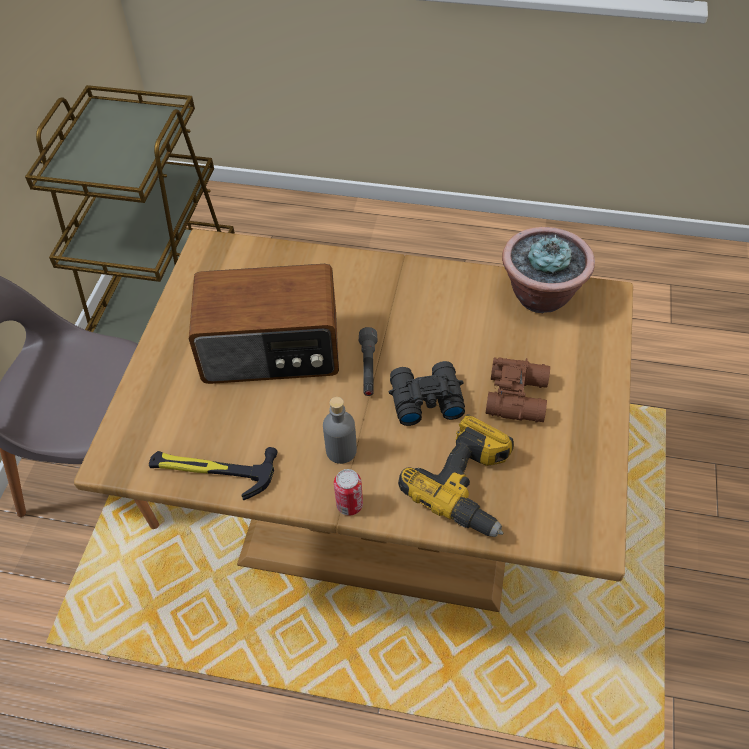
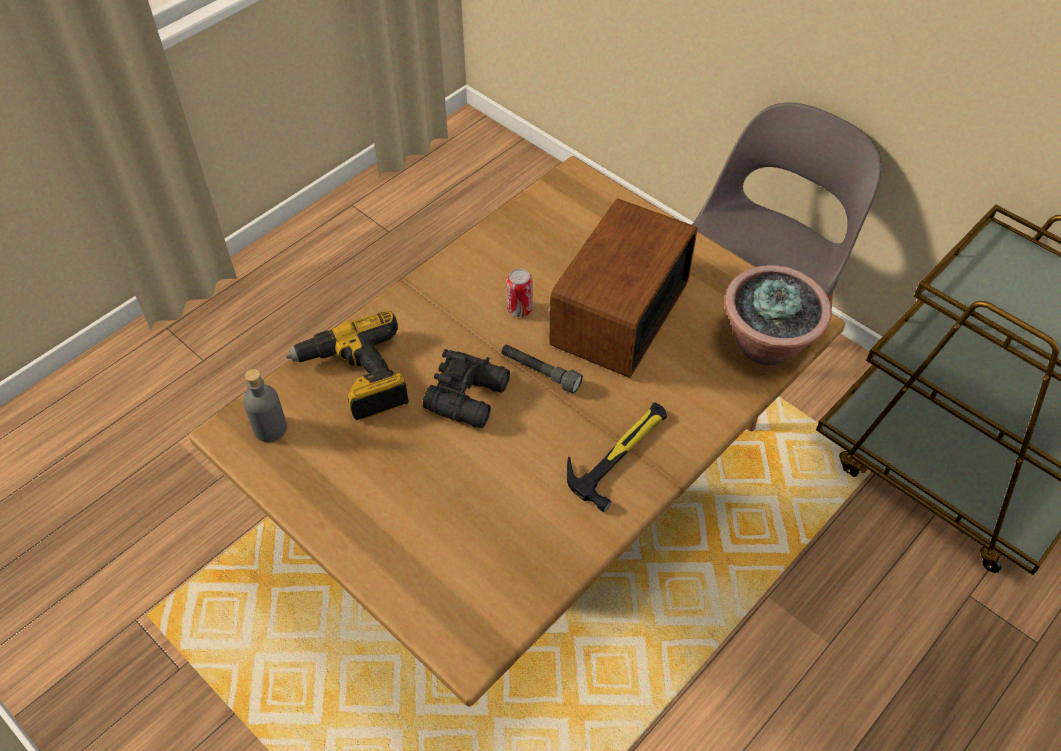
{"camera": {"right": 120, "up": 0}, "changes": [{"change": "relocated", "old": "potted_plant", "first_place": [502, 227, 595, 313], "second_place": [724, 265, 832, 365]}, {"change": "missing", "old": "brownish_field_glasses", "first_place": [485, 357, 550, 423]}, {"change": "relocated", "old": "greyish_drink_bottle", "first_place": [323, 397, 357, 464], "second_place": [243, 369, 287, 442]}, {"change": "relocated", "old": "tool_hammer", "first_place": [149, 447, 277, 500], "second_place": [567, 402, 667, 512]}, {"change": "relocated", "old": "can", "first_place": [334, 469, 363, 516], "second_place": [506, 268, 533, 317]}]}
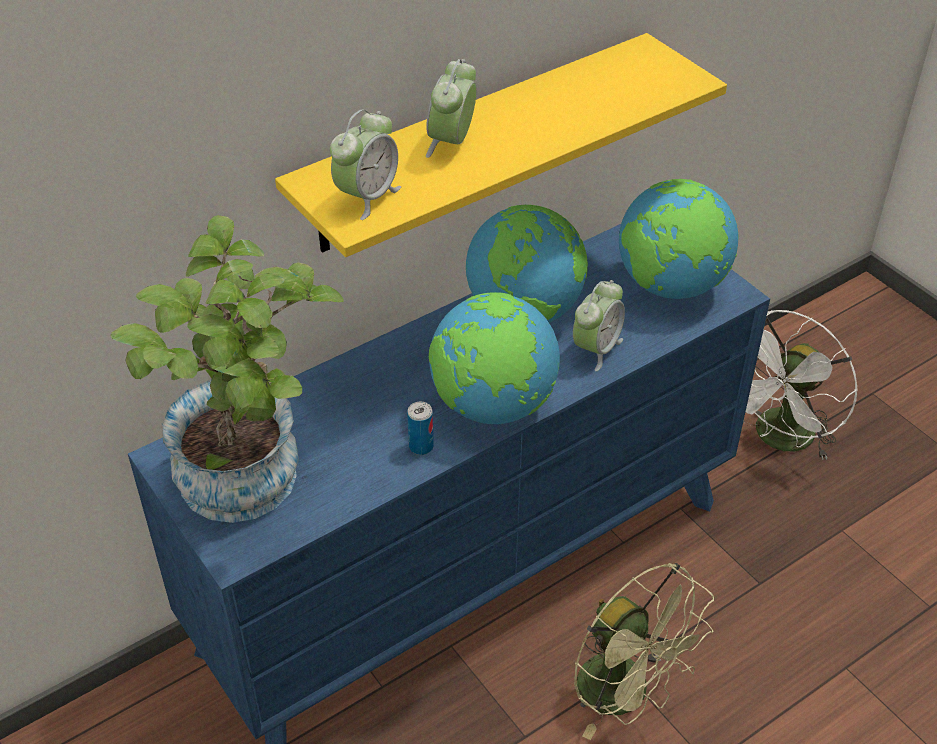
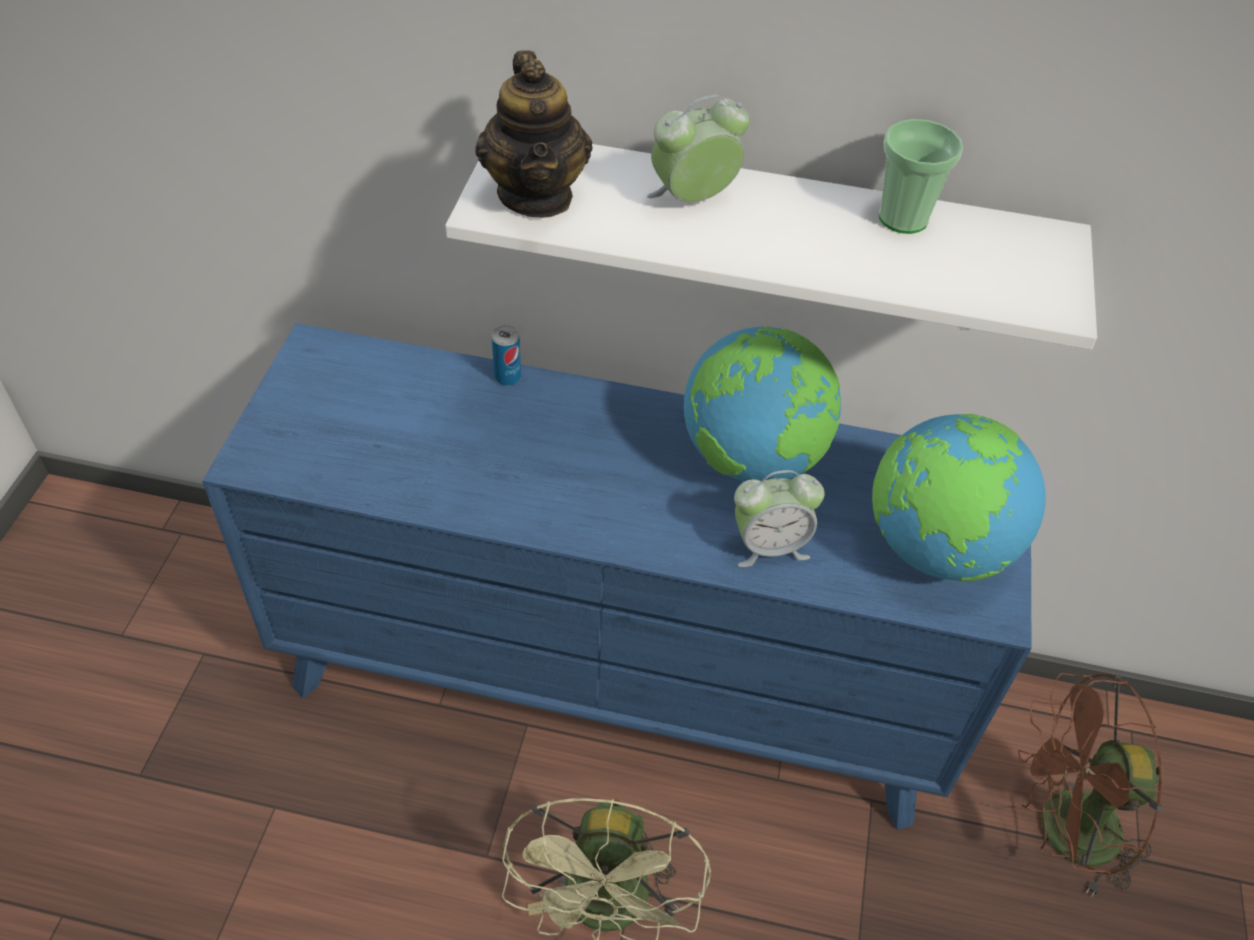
{"camera": {"right": 45, "up": 5}, "changes": [{"change": "colour", "old": "yellow_shelf", "new": "white_shelf", "first_place": [275, 33, 727, 257], "second_place": [445, 144, 1097, 350]}, {"change": "exchanged", "old": "table_clock", "new": "teapot", "first_place": [330, 109, 401, 220], "second_place": [475, 50, 592, 218]}, {"change": "missing", "old": "potted_plant", "first_place": [110, 215, 344, 523]}, {"change": "missing", "old": "desk_globe", "first_place": [429, 292, 560, 424]}, {"change": "colour", "old": "white_electric_fan", "new": "brownish_electric_fan", "first_place": [743, 310, 858, 460], "second_place": [1018, 673, 1164, 897]}, {"change": "relocated", "old": "can", "first_place": [407, 402, 434, 455], "second_place": [492, 326, 521, 385]}, {"change": "appeared", "new": "cup", "second_place": [879, 119, 963, 234]}]}
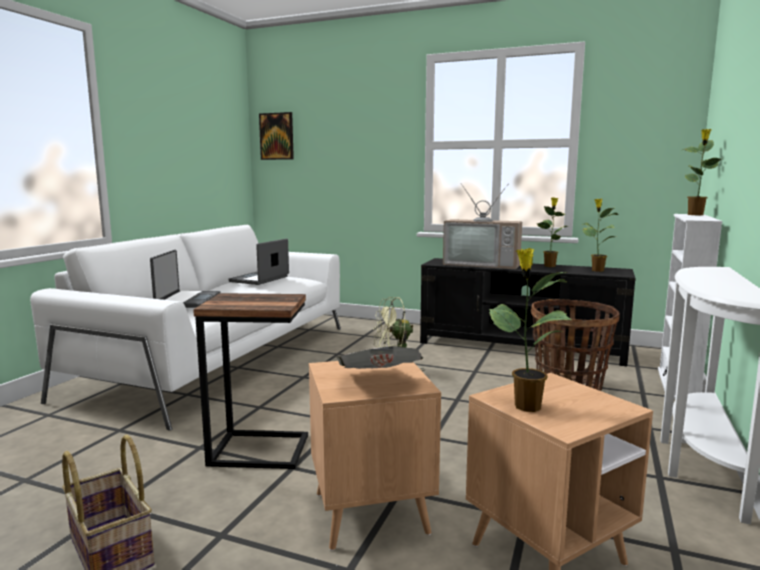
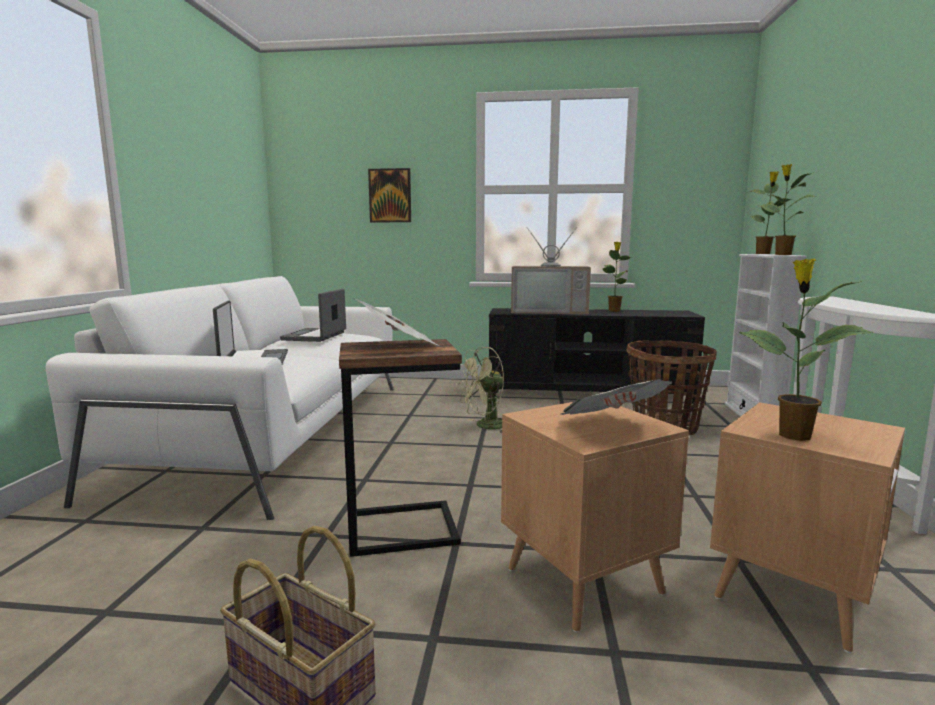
{"camera": {"right": -15, "up": 0}, "changes": [{"change": "relocated", "old": "wall_picture", "first_place": [259, 112, 294, 160], "second_place": [368, 168, 411, 222]}, {"change": "relocated", "old": "potted_plant", "first_place": [583, 199, 619, 272], "second_place": [761, 164, 815, 255]}, {"change": "appeared", "new": "printed_paper", "second_place": [355, 299, 442, 347]}]}
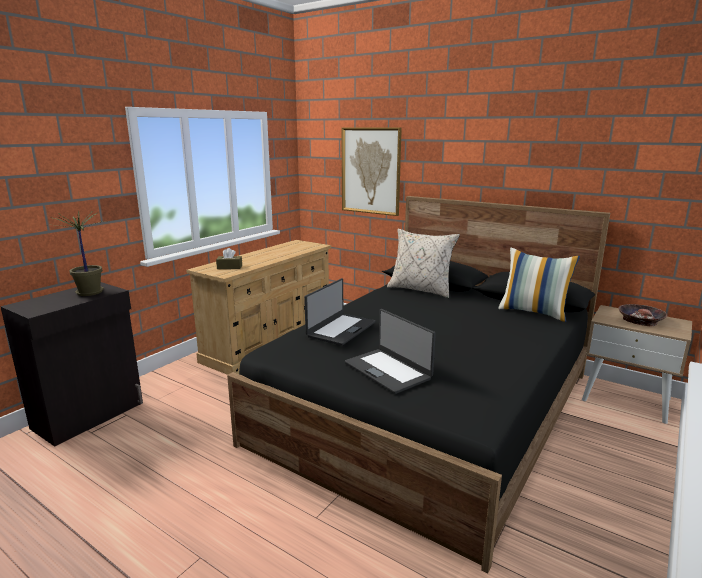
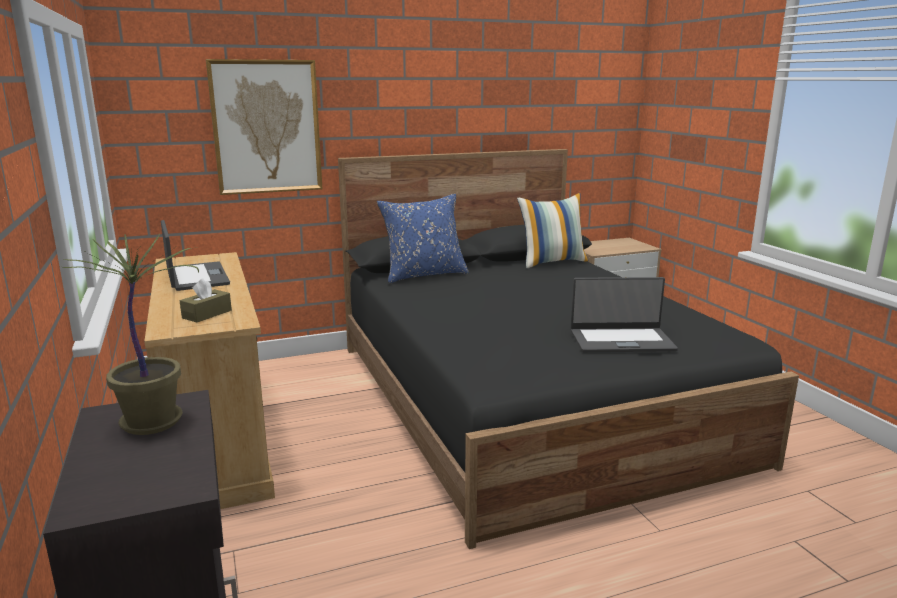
{"camera": {"right": -55, "up": 0}, "changes": [{"change": "colour", "old": "beige-coloured_cushion", "new": "blue-coloured_cushion", "first_place": [387, 229, 460, 298], "second_place": [377, 194, 469, 283]}, {"change": "relocated", "old": "notebook_computer", "first_place": [304, 278, 376, 346], "second_place": [161, 220, 230, 291]}, {"change": "missing", "old": "serving_bowl", "first_place": [619, 304, 667, 326]}]}
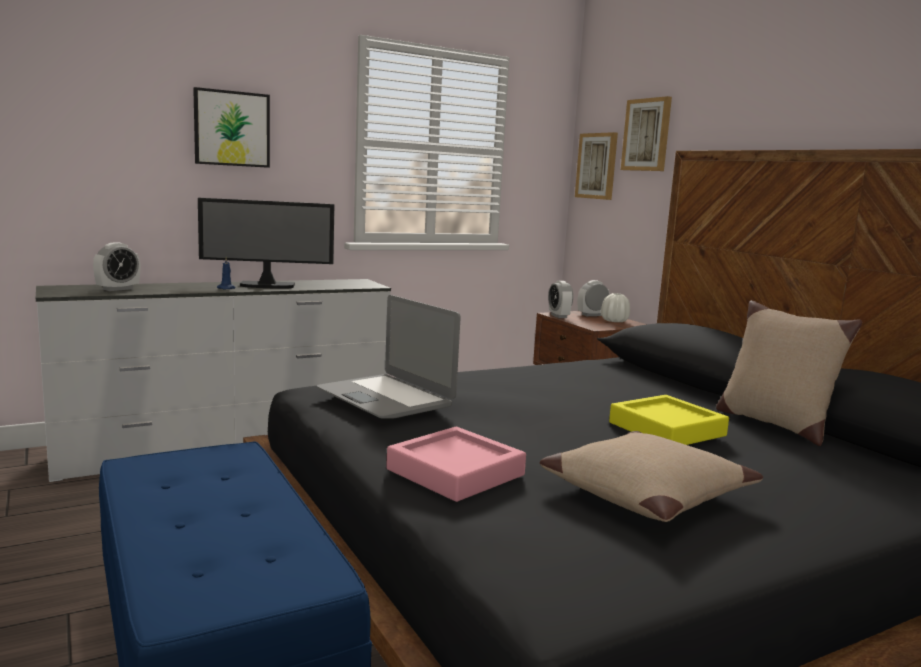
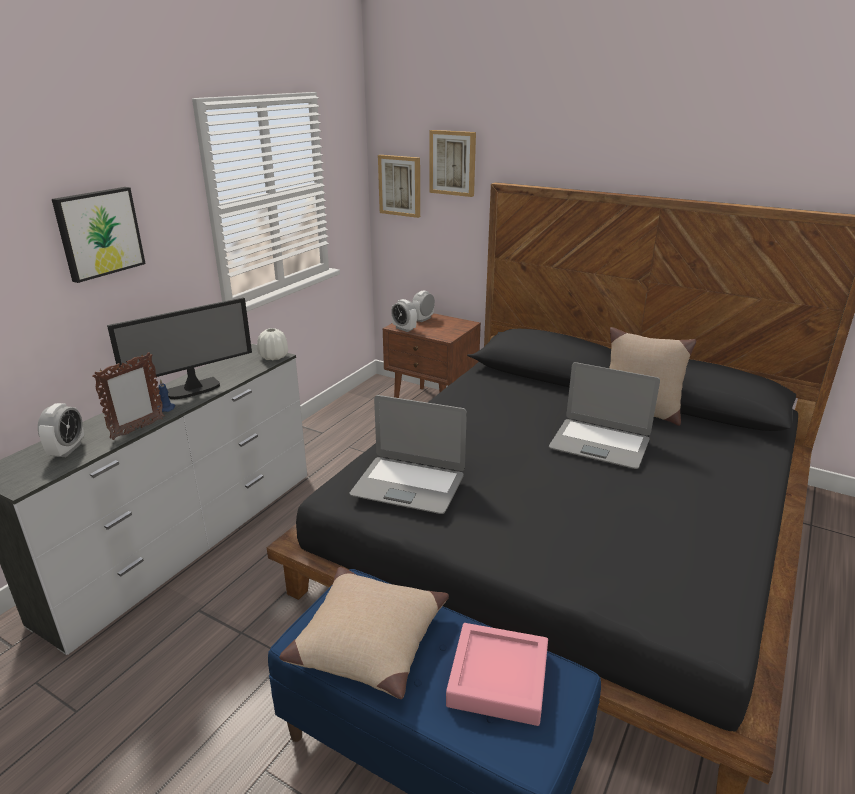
{"camera": {"right": -30, "up": 15}, "changes": [{"change": "relocated", "old": "white_vase", "first_place": [601, 293, 630, 322], "second_place": [257, 328, 288, 360]}, {"change": "exchanged", "old": "yellow_carrying_tray", "new": "notebook_computer", "first_place": [609, 395, 729, 445], "second_place": [549, 362, 660, 469]}, {"change": "relocated", "old": "pinkish_carrying_tray", "first_place": [386, 427, 526, 502], "second_place": [446, 623, 548, 726]}, {"change": "relocated", "old": "beige-coloured_cushion", "first_place": [540, 431, 763, 522], "second_place": [280, 567, 449, 699]}, {"change": "appeared", "new": "photo_frame", "second_place": [92, 352, 165, 440]}]}
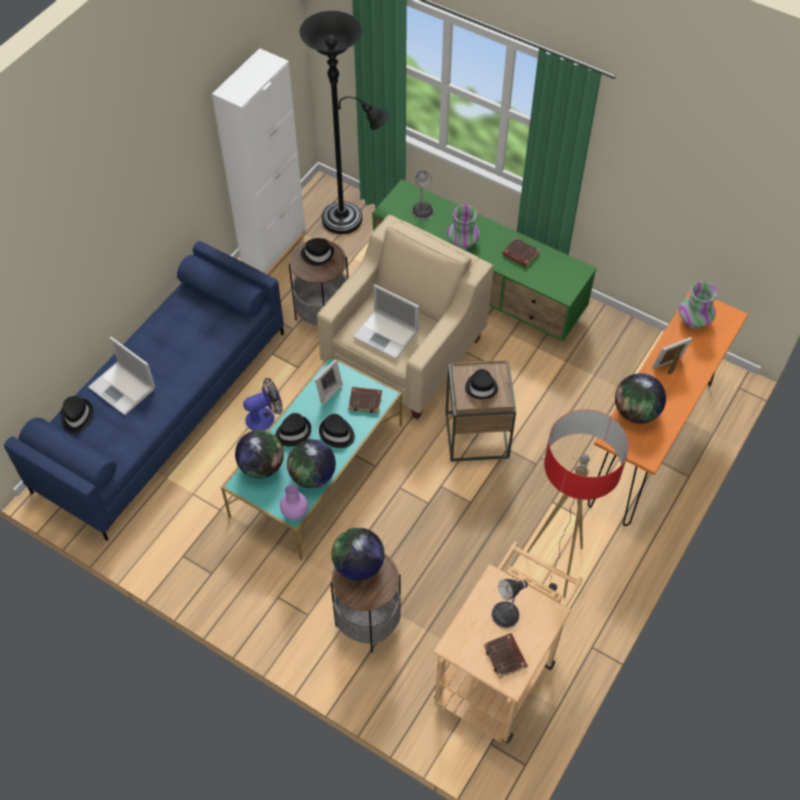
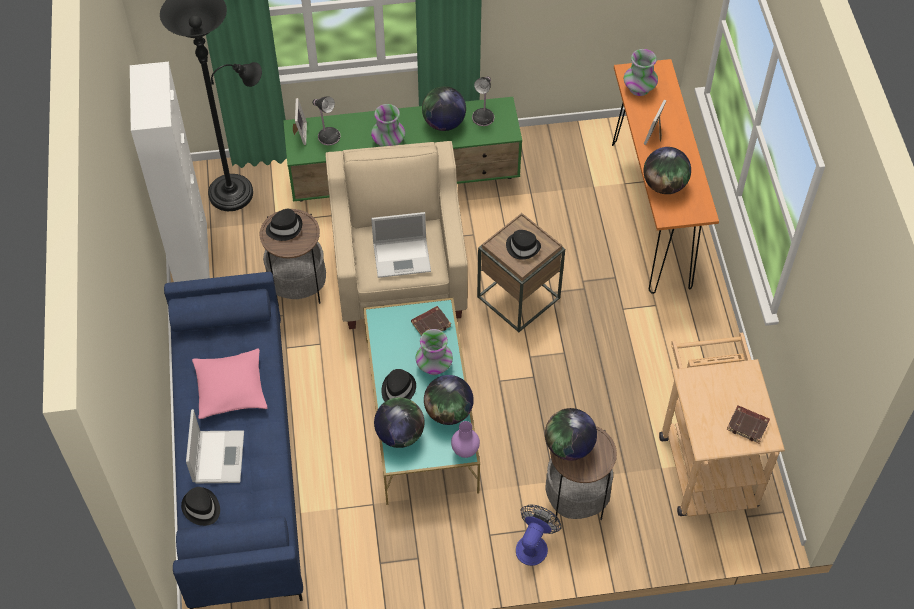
{"camera": {"right": -40, "up": 0}, "changes": [{"change": "exchanged", "old": "brownish_volume", "new": "desk_globe", "first_place": [503, 238, 539, 267], "second_place": [422, 86, 466, 131]}, {"change": "spun", "old": "notebook_computer", "first_place": [88, 337, 155, 415], "second_place": [186, 409, 244, 483], "degrees": -90}, {"change": "relocated", "old": "photo_frame", "first_place": [315, 359, 343, 405], "second_place": [293, 98, 307, 145]}, {"change": "relocated", "old": "electric_fan", "first_place": [243, 378, 283, 431], "second_place": [516, 504, 562, 566]}, {"change": "missing", "old": "standard_lamp", "first_place": [527, 409, 629, 598]}, {"change": "exchanged", "old": "black-coloured_hat", "new": "vase", "first_place": [319, 414, 355, 448], "second_place": [415, 329, 453, 375]}, {"change": "relocated", "old": "table_lamp", "first_place": [491, 579, 528, 628], "second_place": [472, 76, 494, 126]}, {"change": "appeared", "new": "pinkish_cushion", "second_place": [192, 348, 268, 419]}]}
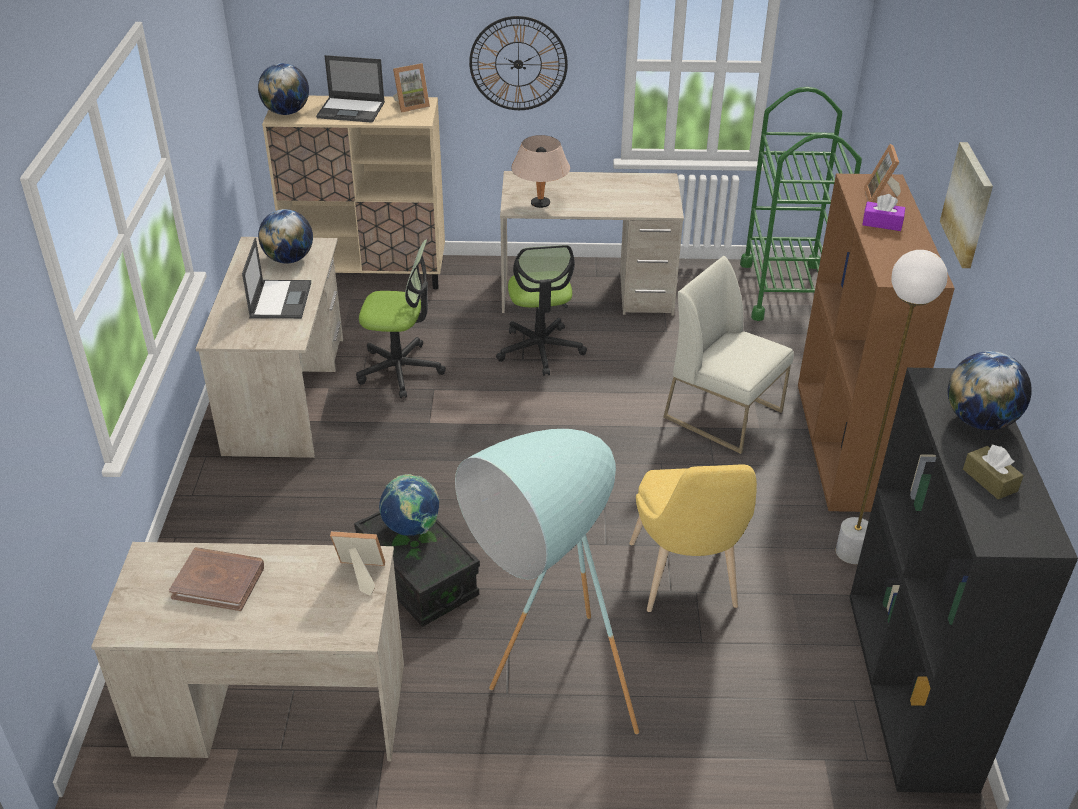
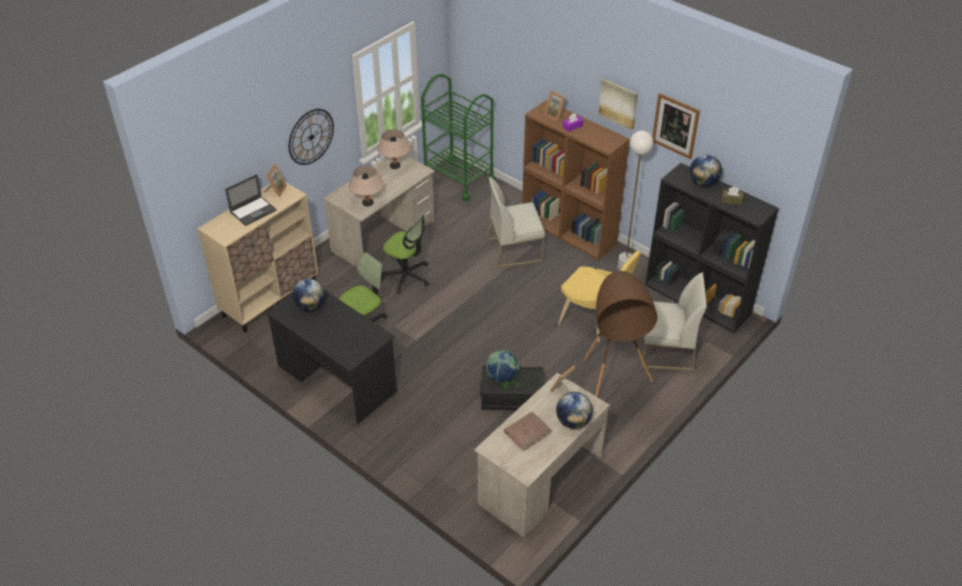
{"camera": {"right": -50, "up": 5}, "changes": [{"change": "relocated", "old": "desk_globe", "first_place": [258, 63, 309, 115], "second_place": [556, 392, 593, 429]}, {"change": "colour", "old": "beige-coloured_desk_unit", "new": "black-coloured_desk_unit", "first_place": [195, 237, 343, 458], "second_place": [266, 290, 397, 423]}, {"change": "missing", "old": "notebook_computer", "first_place": [242, 238, 311, 319]}, {"change": "colour", "old": "turquoise-coloured_standard_lamp", "new": "brownish_standard_lamp", "first_place": [455, 429, 639, 734], "second_place": [584, 271, 657, 397]}, {"change": "appeared", "new": "wall_picture", "second_place": [652, 93, 700, 159]}, {"change": "appeared", "new": "beige-coloured_table_lamp", "second_place": [377, 129, 410, 169]}, {"change": "appeared", "new": "white_chair", "second_place": [641, 272, 707, 371]}]}
